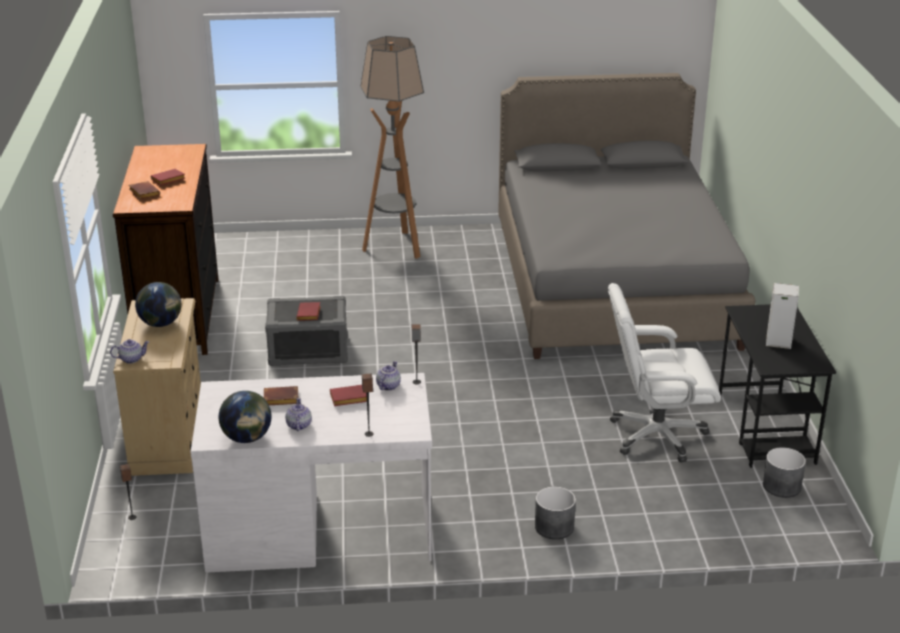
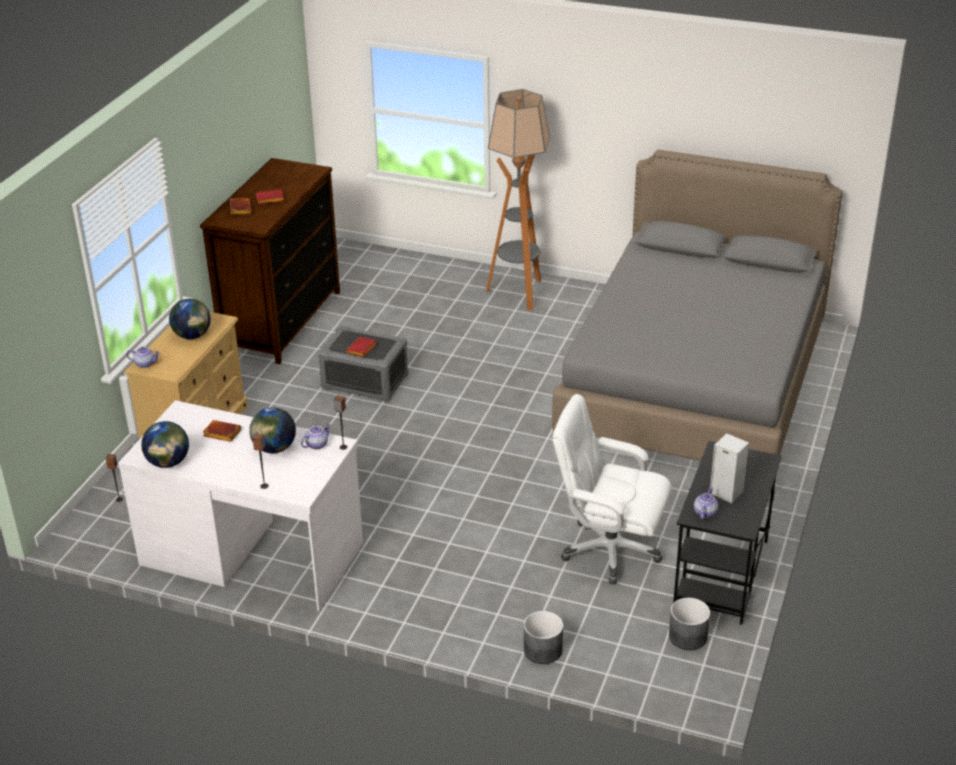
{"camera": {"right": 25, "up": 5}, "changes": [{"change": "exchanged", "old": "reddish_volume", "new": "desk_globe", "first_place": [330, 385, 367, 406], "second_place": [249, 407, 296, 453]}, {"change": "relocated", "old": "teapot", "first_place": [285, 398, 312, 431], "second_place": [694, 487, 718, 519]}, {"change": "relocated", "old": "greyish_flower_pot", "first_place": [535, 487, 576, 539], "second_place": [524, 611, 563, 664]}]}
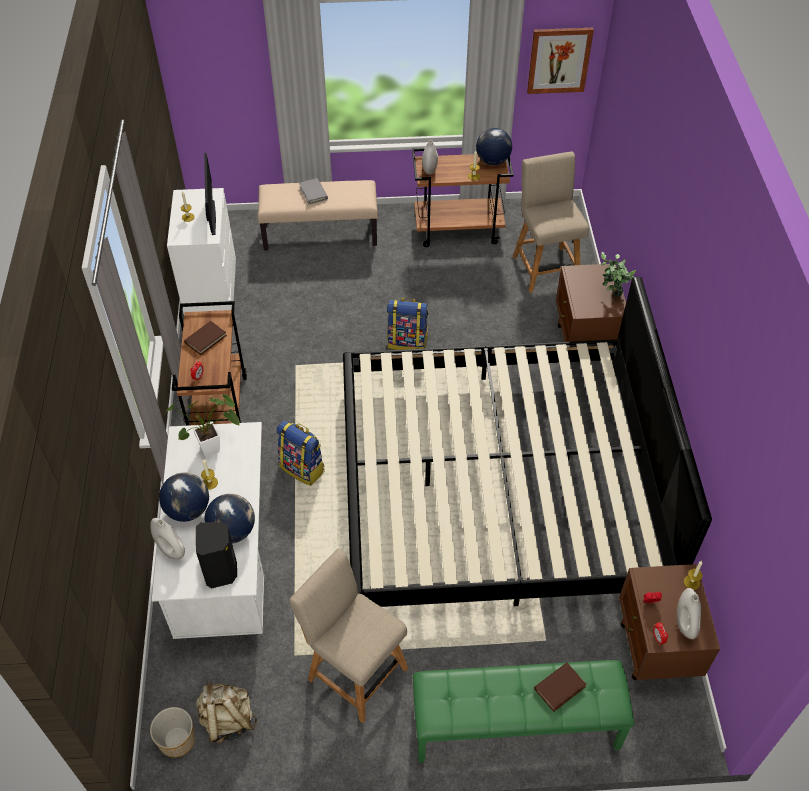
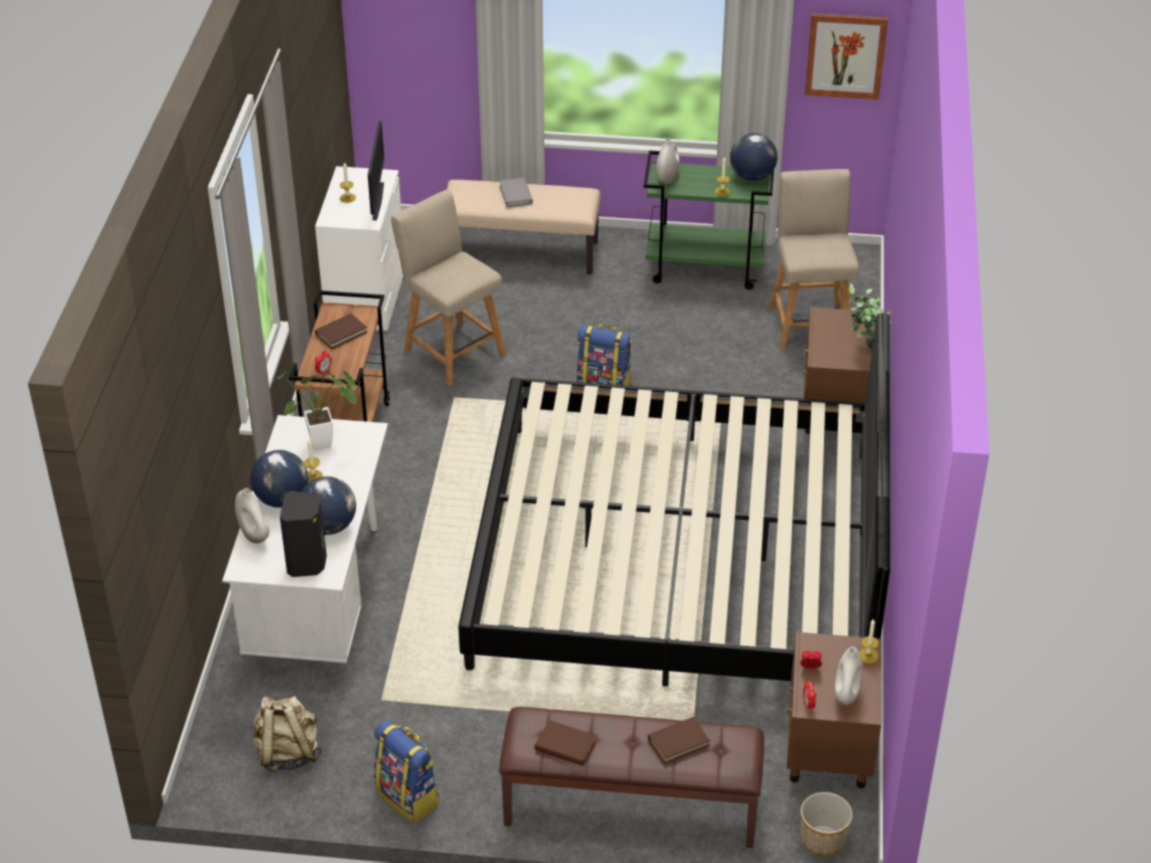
{"camera": {"right": 10, "up": -10}, "changes": [{"change": "colour", "old": "brownish_cart", "new": "green-coloured_cart", "first_place": [412, 148, 513, 247], "second_place": [644, 150, 774, 290]}, {"change": "relocated", "old": "rucksack", "first_place": [276, 421, 325, 486], "second_place": [374, 720, 439, 823]}, {"change": "relocated", "old": "beige-coloured_chair", "first_place": [289, 548, 409, 723], "second_place": [391, 190, 506, 386]}, {"change": "colour", "old": "green-coloured_long_seat", "new": "brownish_long_seat", "first_place": [413, 660, 634, 763], "second_place": [499, 707, 764, 848]}, {"change": "relocated", "old": "flower_pot", "first_place": [150, 707, 195, 758], "second_place": [801, 792, 853, 856]}, {"change": "appeared", "new": "brownish_volume", "second_place": [534, 720, 596, 766]}]}
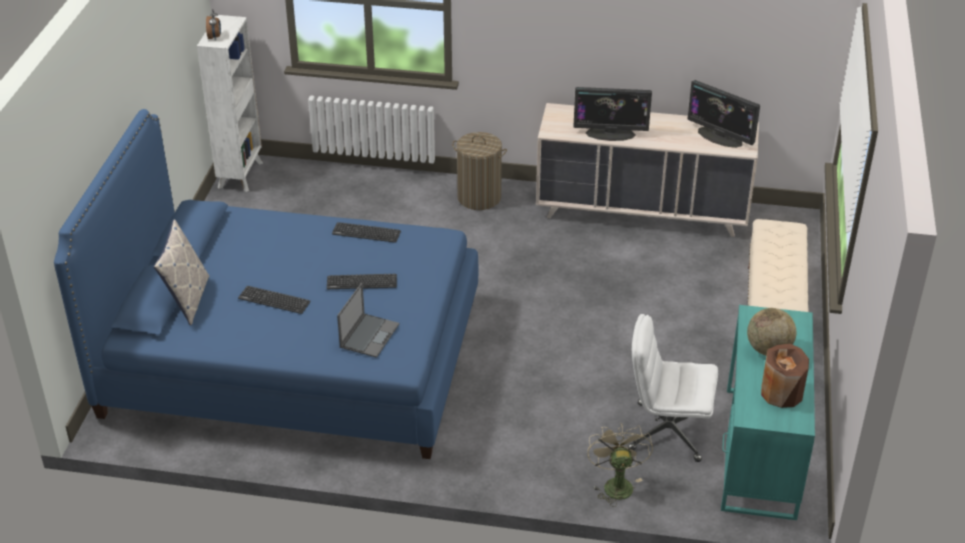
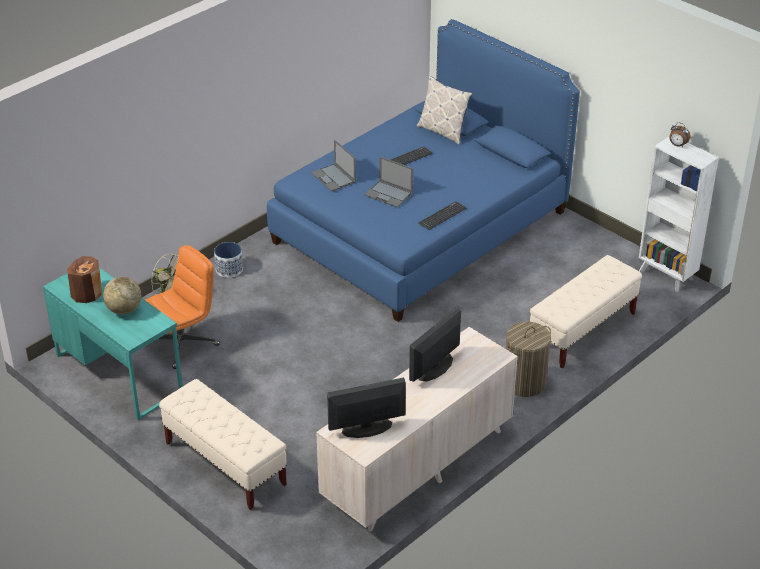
{"camera": {"right": 125, "up": 0}, "changes": [{"change": "exchanged", "old": "PC_keyboard", "new": "notebook_computer", "first_place": [327, 274, 397, 289], "second_place": [364, 157, 413, 208]}, {"change": "colour", "old": "white_office_chair", "new": "orange-coloured_office_chair", "first_place": [628, 314, 718, 462], "second_place": [145, 245, 220, 369]}, {"change": "appeared", "new": "flower_pot", "second_place": [214, 242, 243, 278]}, {"change": "appeared", "new": "beige-coloured_long_seat", "second_place": [530, 255, 642, 368]}]}
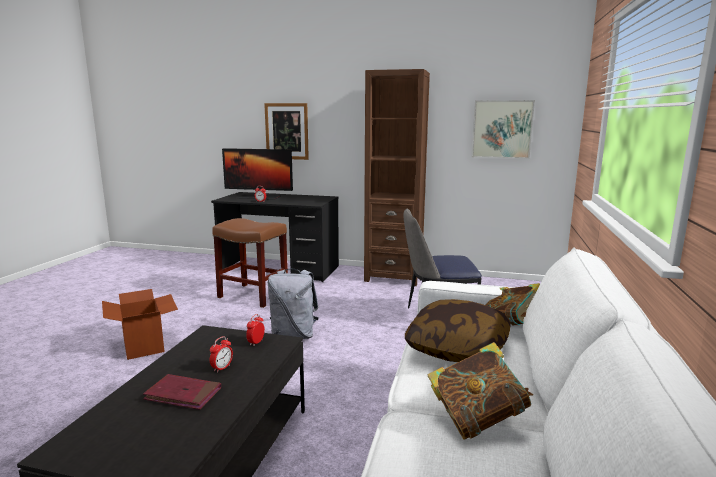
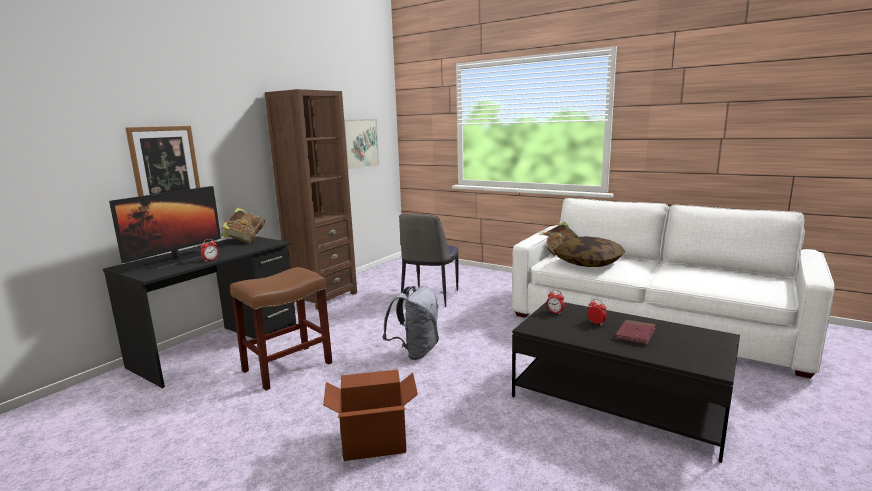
{"camera": {"right": -70, "up": 0}, "changes": [{"change": "relocated", "old": "volume", "first_place": [427, 342, 533, 440], "second_place": [221, 208, 265, 243]}]}
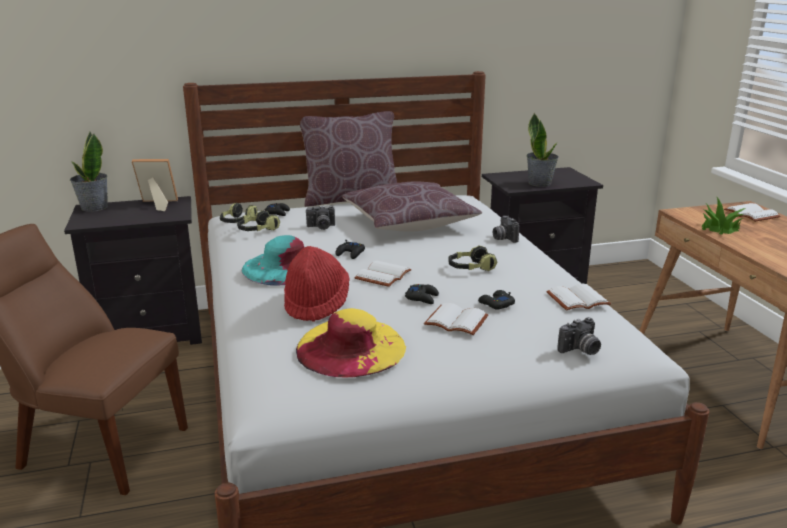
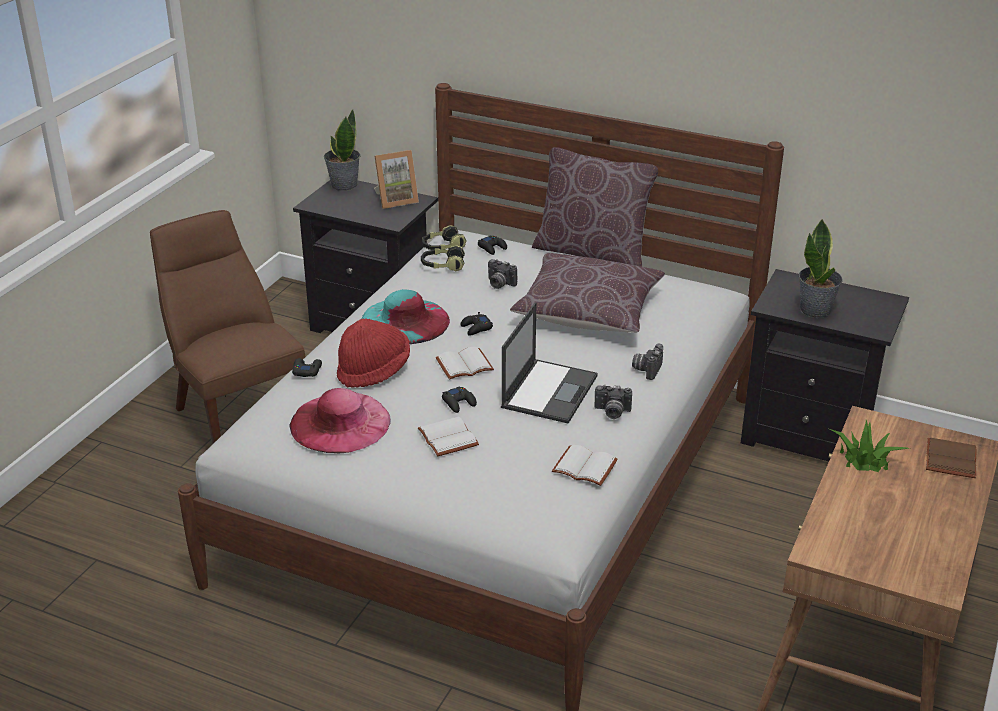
{"camera": {"right": 40, "up": 10}, "changes": [{"change": "spun", "old": "photo_frame", "first_place": [132, 159, 178, 211], "second_place": [374, 150, 419, 209], "degrees": 120}, {"change": "colour", "old": "white_volume", "new": "brownish_volume", "first_place": [724, 203, 781, 222], "second_place": [926, 438, 976, 478]}, {"change": "exchanged", "old": "pair_of_headphones", "new": "notebook_computer", "first_place": [448, 245, 497, 271], "second_place": [501, 302, 598, 424]}, {"change": "relocated", "old": "black-coloured_gamepad", "first_place": [478, 290, 515, 310], "second_place": [292, 358, 322, 377]}, {"change": "colour", "old": "yellow_hat", "new": "pinkish_hat", "first_place": [296, 308, 406, 378], "second_place": [289, 388, 391, 453]}, {"change": "relocated", "old": "still_camera", "first_place": [557, 317, 601, 355], "second_place": [594, 385, 632, 419]}]}
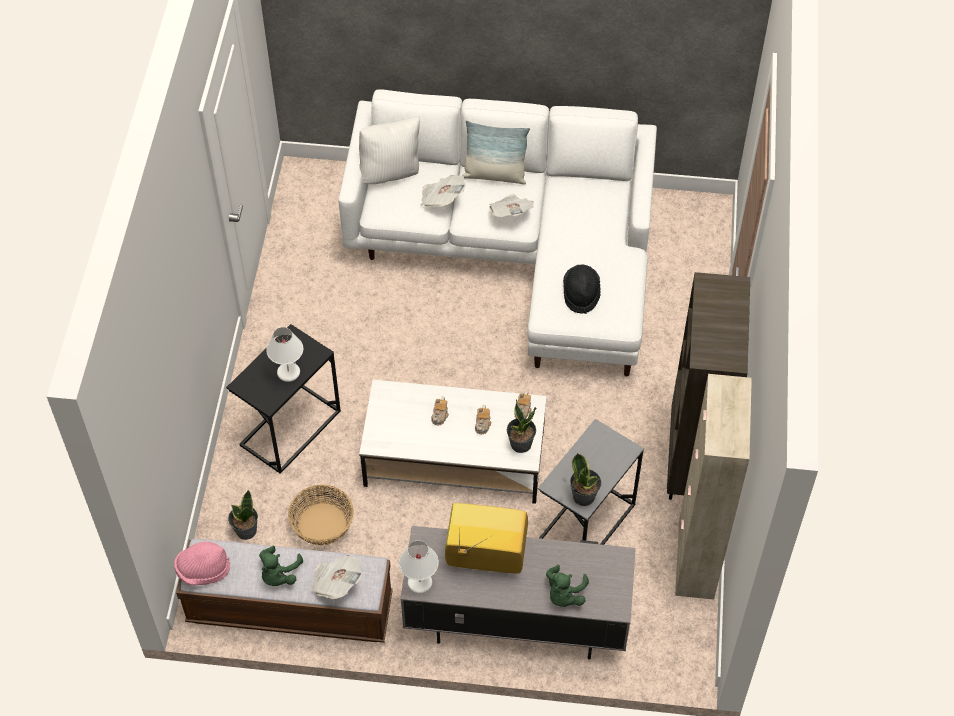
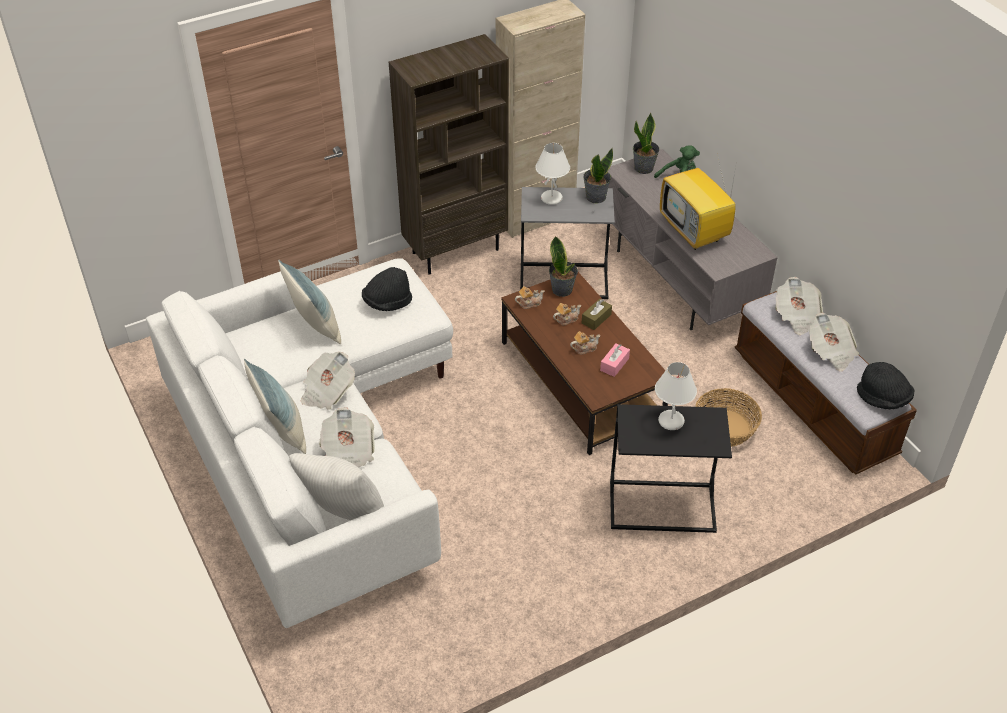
{"camera": {"right": -125, "up": -10}, "changes": [{"change": "colour", "old": "white_coffee_table", "new": "brownish_coffee_table", "first_place": [359, 380, 547, 504], "second_place": [501, 272, 668, 455]}, {"change": "relocated", "old": "potted_plant", "first_place": [228, 490, 258, 540], "second_place": [633, 113, 660, 174]}, {"change": "colour", "old": "pinkish_hat", "new": "black-coloured_hat", "first_place": [174, 541, 230, 586], "second_place": [857, 362, 914, 409]}, {"change": "relocated", "old": "white_table_lamp", "first_place": [399, 541, 439, 594], "second_place": [535, 143, 570, 205]}, {"change": "exchanged", "old": "green-coloured_cuddly_toy", "new": "printed_paper", "first_place": [259, 545, 303, 586], "second_place": [808, 313, 859, 371]}, {"change": "appeared", "new": "cushion", "second_place": [278, 260, 341, 344]}, {"change": "appeared", "new": "brownish_box_of_tissues", "second_place": [582, 299, 612, 330]}, {"change": "appeared", "new": "pinkish_box_of_tissues", "second_place": [600, 344, 630, 377]}]}
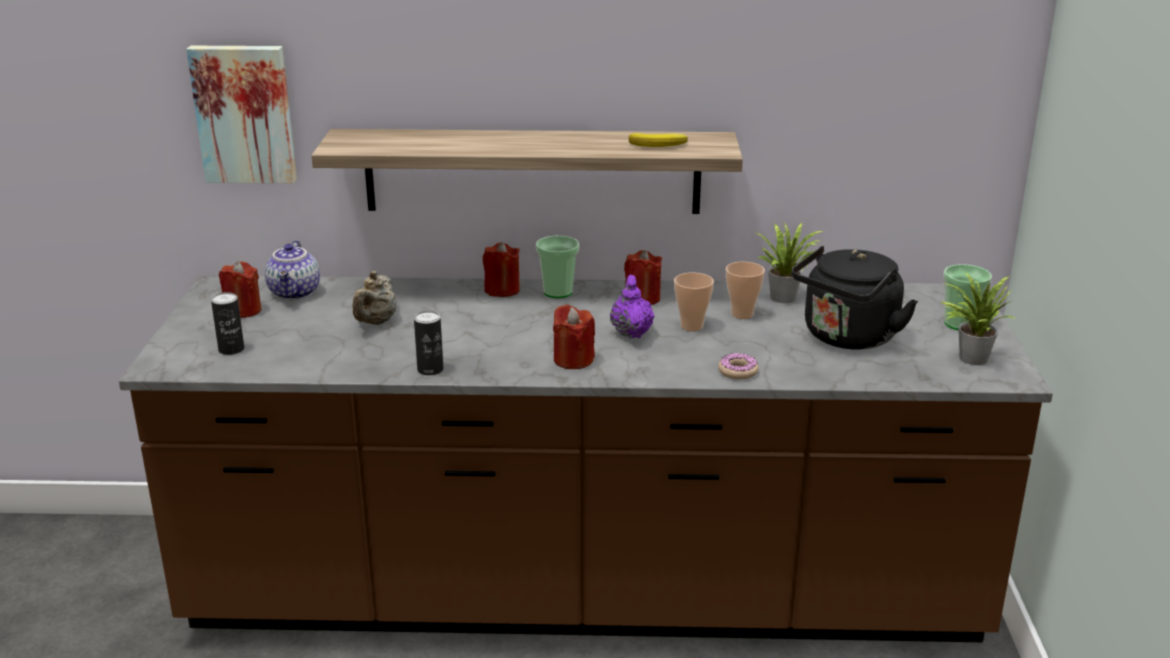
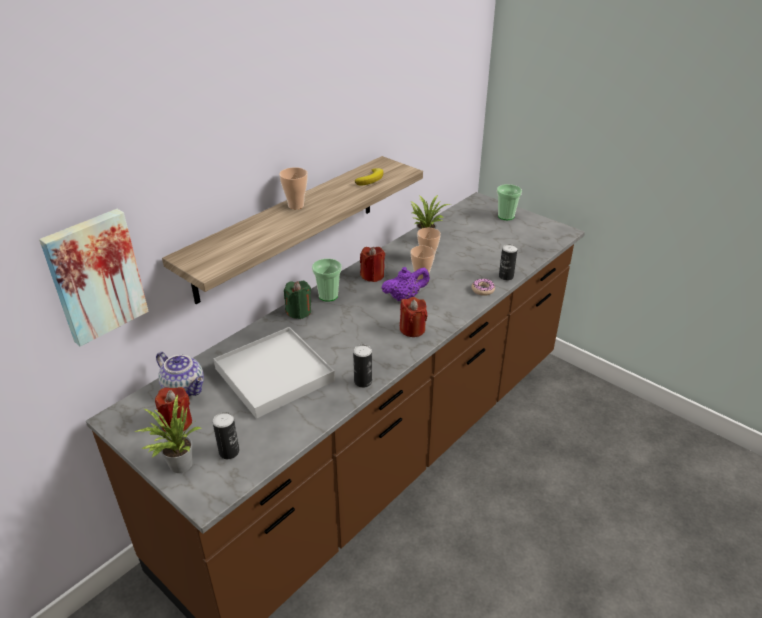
{"camera": {"right": -50, "up": 10}, "changes": [{"change": "colour", "old": "reddish_candle", "new": "green-coloured_candle", "first_place": [483, 242, 520, 297], "second_place": [284, 281, 311, 319]}, {"change": "missing", "old": "black-coloured_water_kettle", "first_place": [792, 246, 918, 350]}, {"change": "exchanged", "old": "beige-coloured_teapot", "new": "white_carrying_tray", "first_place": [352, 271, 397, 325], "second_place": [213, 327, 335, 419]}, {"change": "relocated", "old": "potted_plant", "first_place": [939, 272, 1015, 365], "second_place": [135, 394, 202, 473]}, {"change": "spun", "old": "purple_teapot", "first_place": [610, 275, 654, 338], "second_place": [382, 267, 430, 301], "degrees": 120}, {"change": "appeared", "new": "cup", "second_place": [279, 167, 308, 209]}, {"change": "appeared", "new": "can", "second_place": [499, 244, 517, 281]}]}
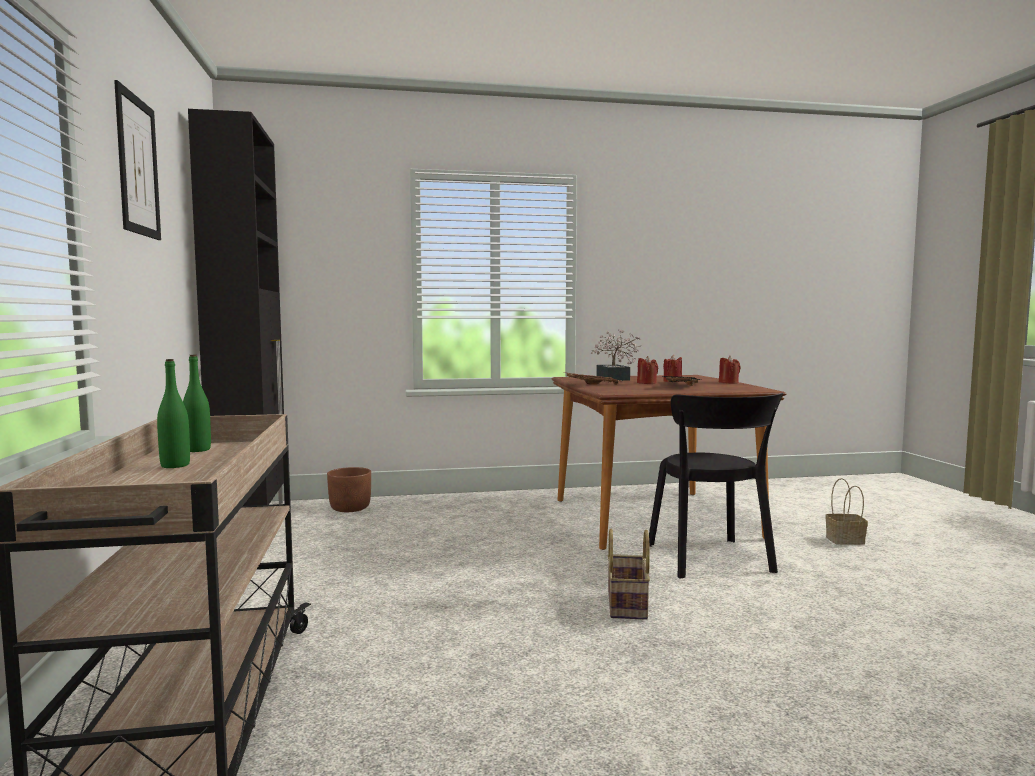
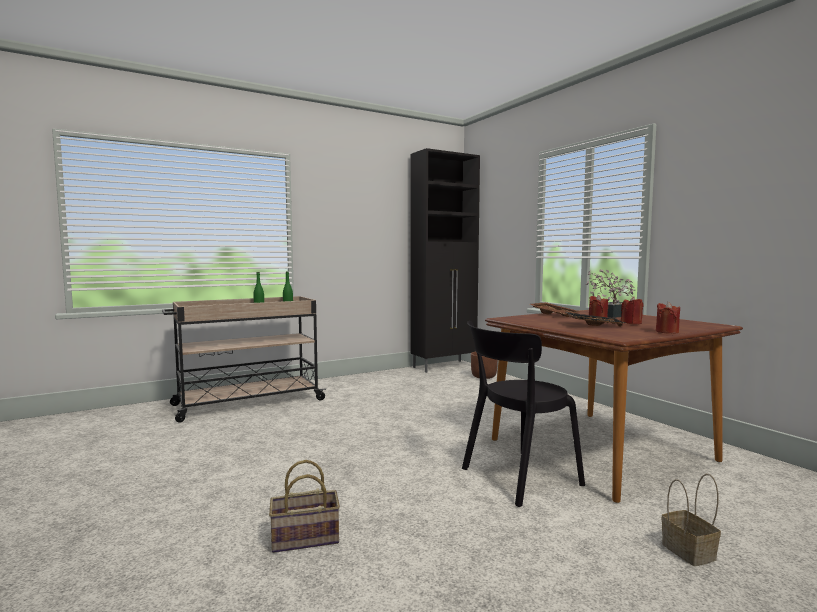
{"camera": {"right": 70, "up": 0}, "changes": [{"change": "missing", "old": "wall_picture", "first_place": [114, 80, 161, 240]}, {"change": "relocated", "old": "household_basket", "first_place": [608, 529, 650, 620], "second_place": [269, 460, 340, 553]}]}
